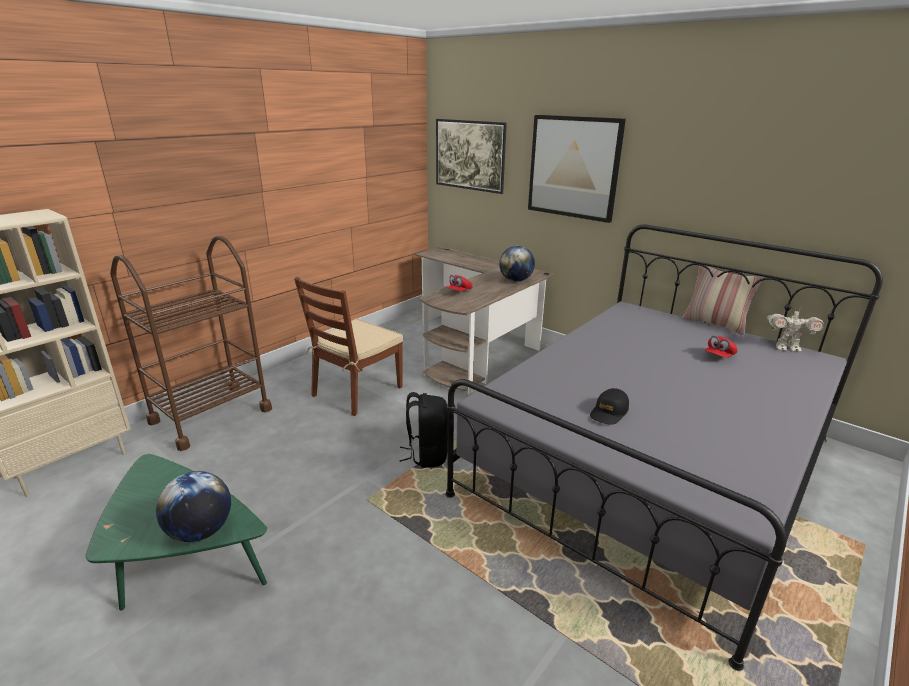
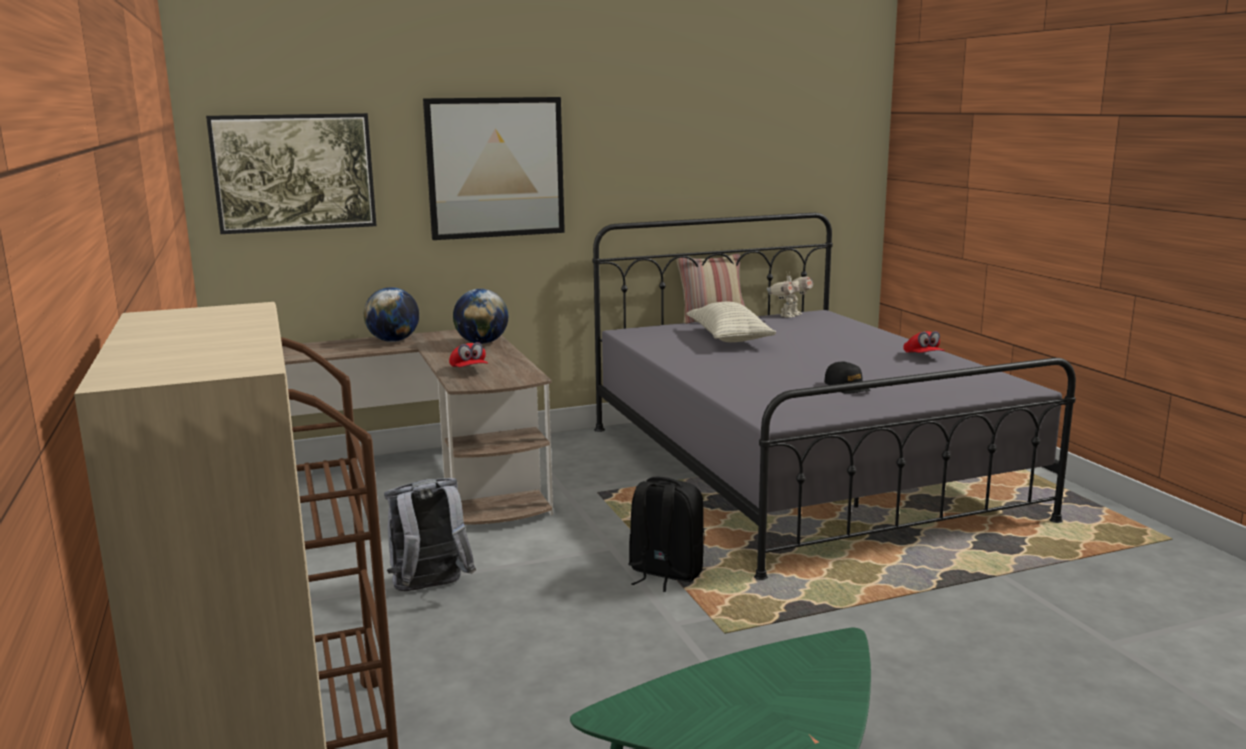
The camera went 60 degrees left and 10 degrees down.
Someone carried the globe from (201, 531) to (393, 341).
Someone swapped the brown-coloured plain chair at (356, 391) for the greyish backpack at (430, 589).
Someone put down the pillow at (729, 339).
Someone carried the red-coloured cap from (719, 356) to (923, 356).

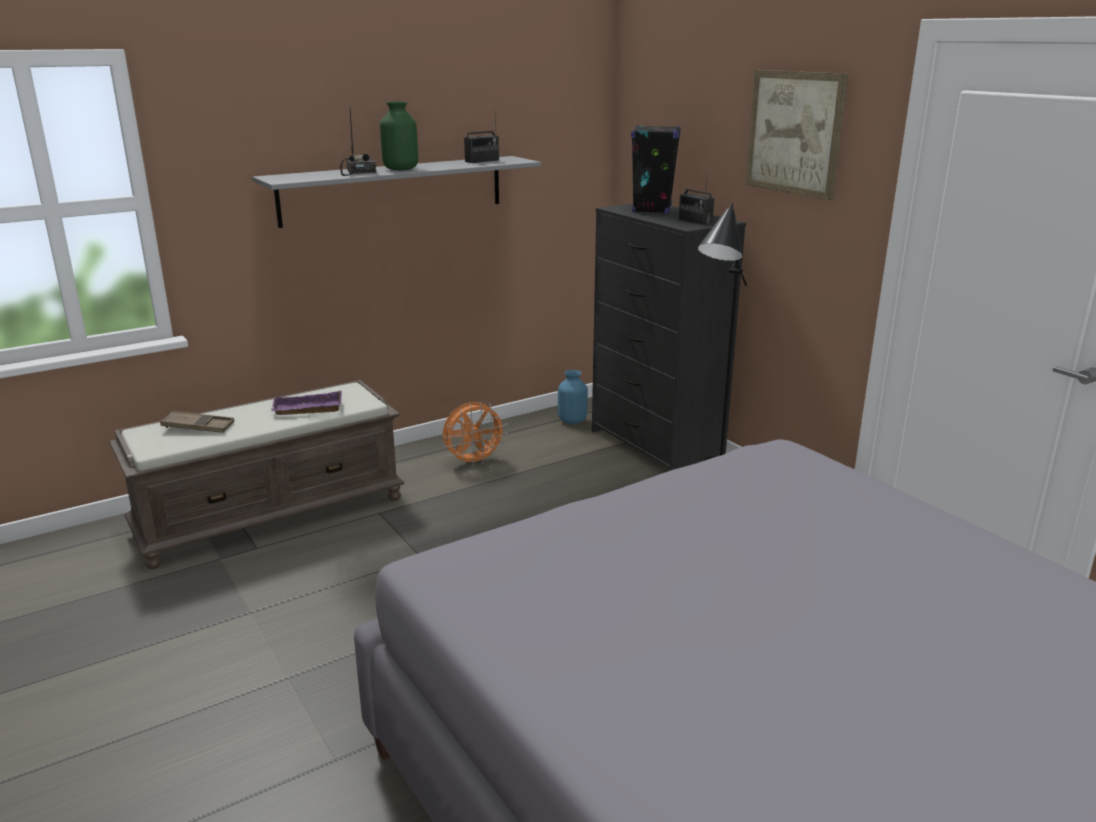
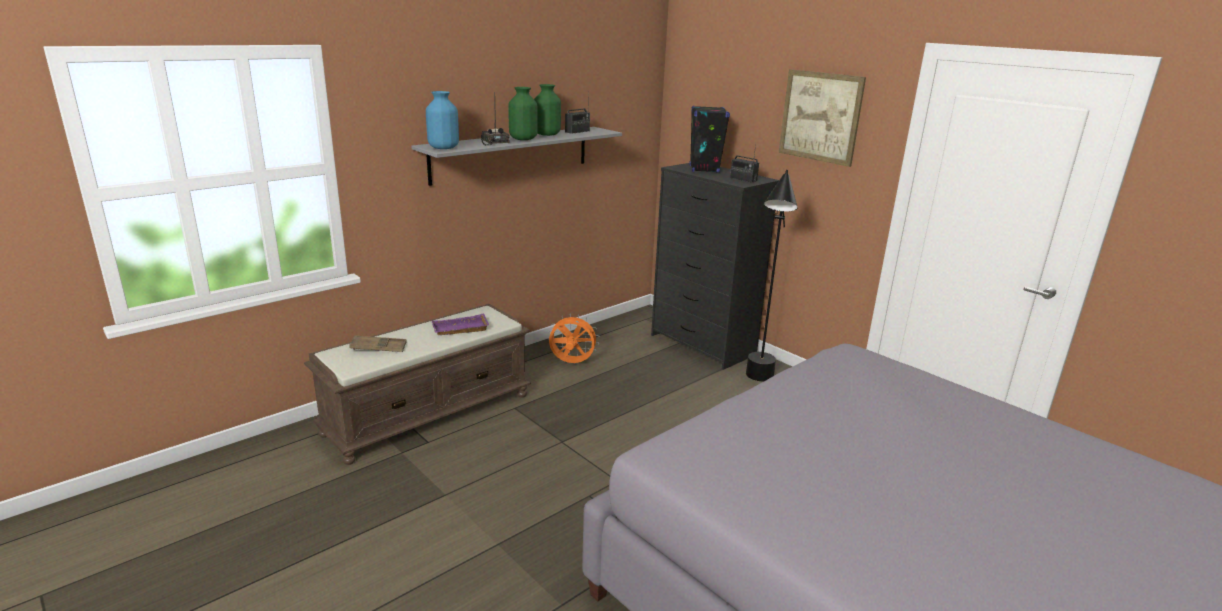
The camera went 10 degrees left and 0 degrees up.
Someone carried the blue decorative vase from (572, 420) to (443, 147).
Someone put down the green decorative vase at (547, 134).
Someone rotated the orangey electric fan at (474, 462) by 135 degrees counterclockwise.

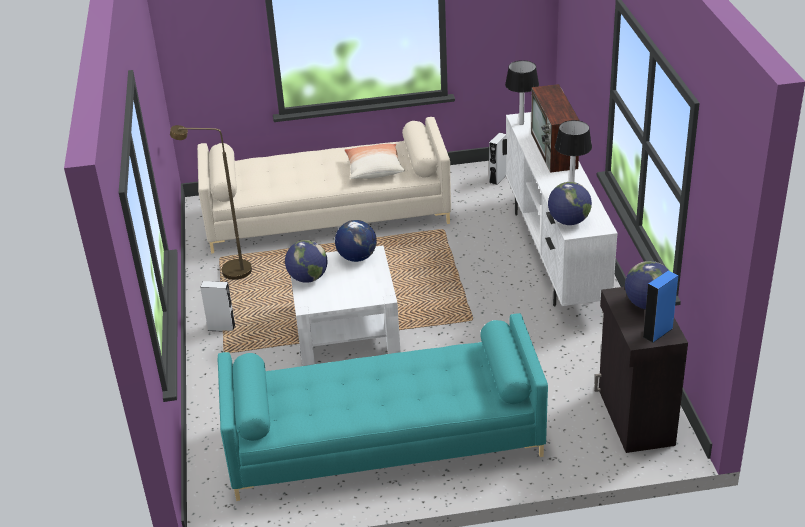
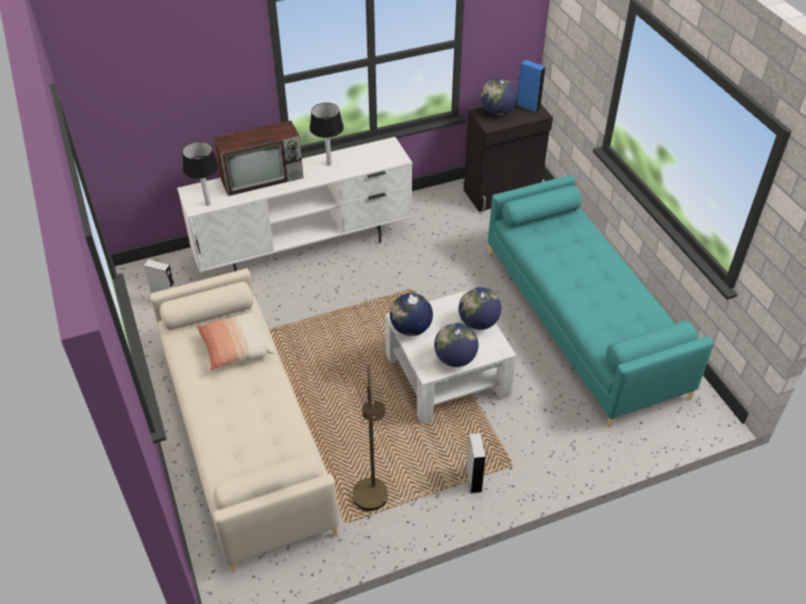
The camera went 105 degrees left and 10 degrees up.
Someone carried the globe from (568, 221) to (478, 323).

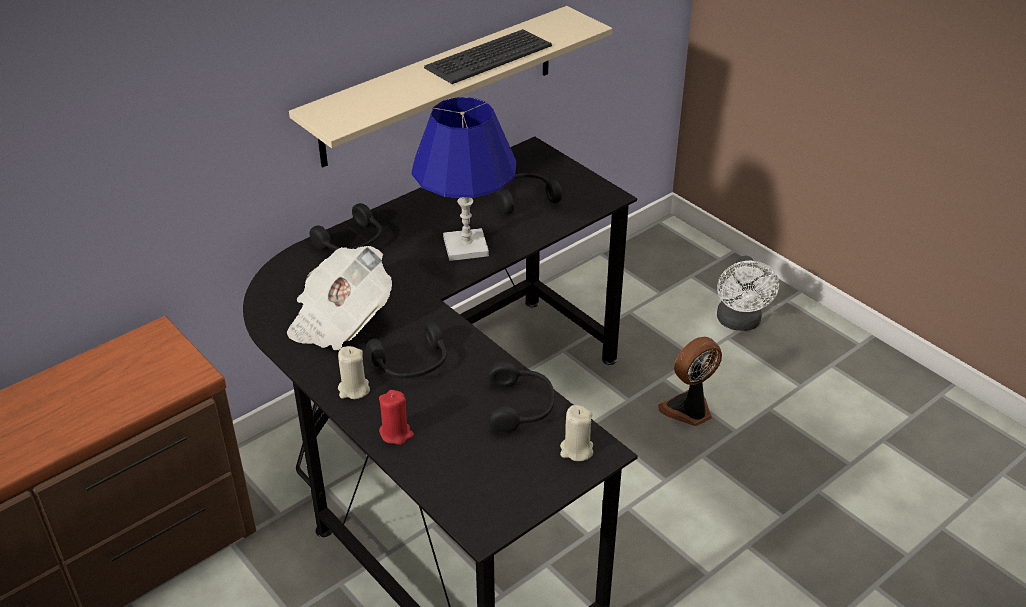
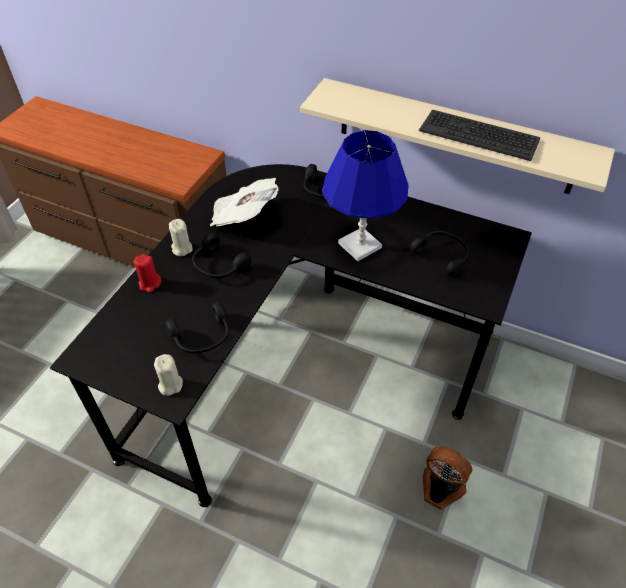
The camera went 65 degrees right and 10 degrees up.
Someone took away the white electric fan at (739, 323).

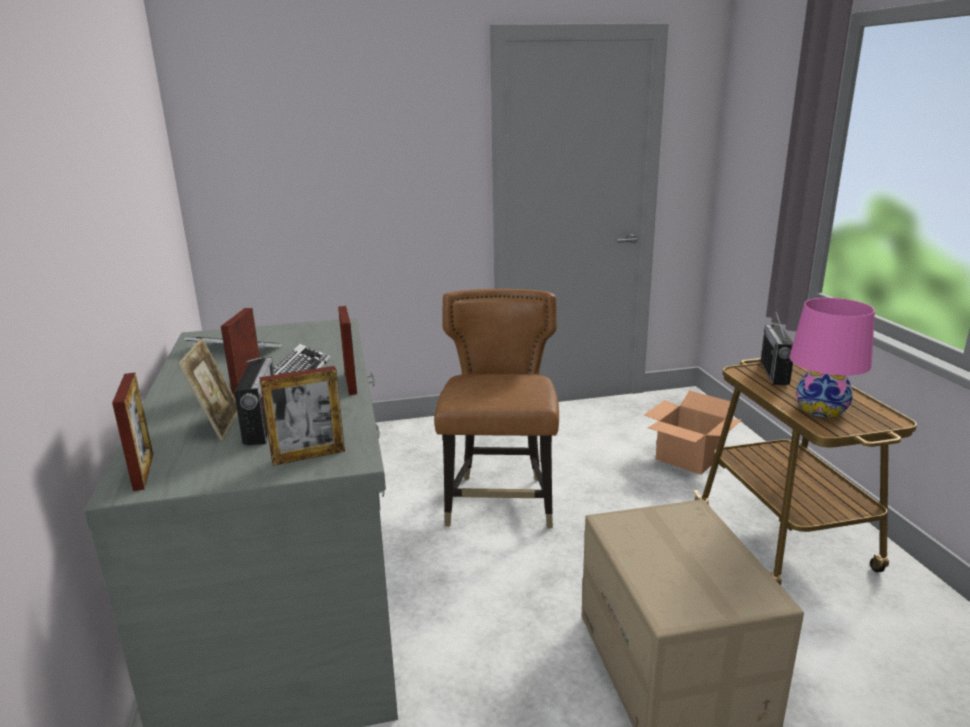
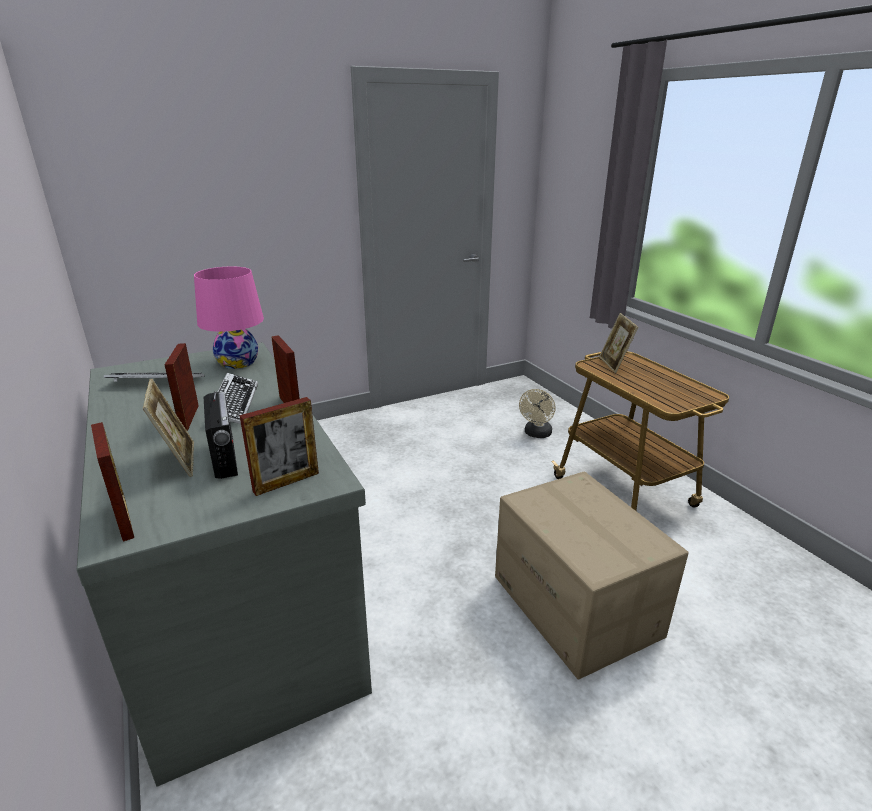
The camera went 15 degrees left and 5 degrees up.
Someone carried the pink lamp for a table from (821, 409) to (238, 362).
Someone swapped the cardboard box at (689, 458) for the beige electric fan at (536, 434).
Someone swapped the radio at (774, 373) for the picture frame at (614, 364).
Someone took away the brown-coloured plain chair at (500, 502).

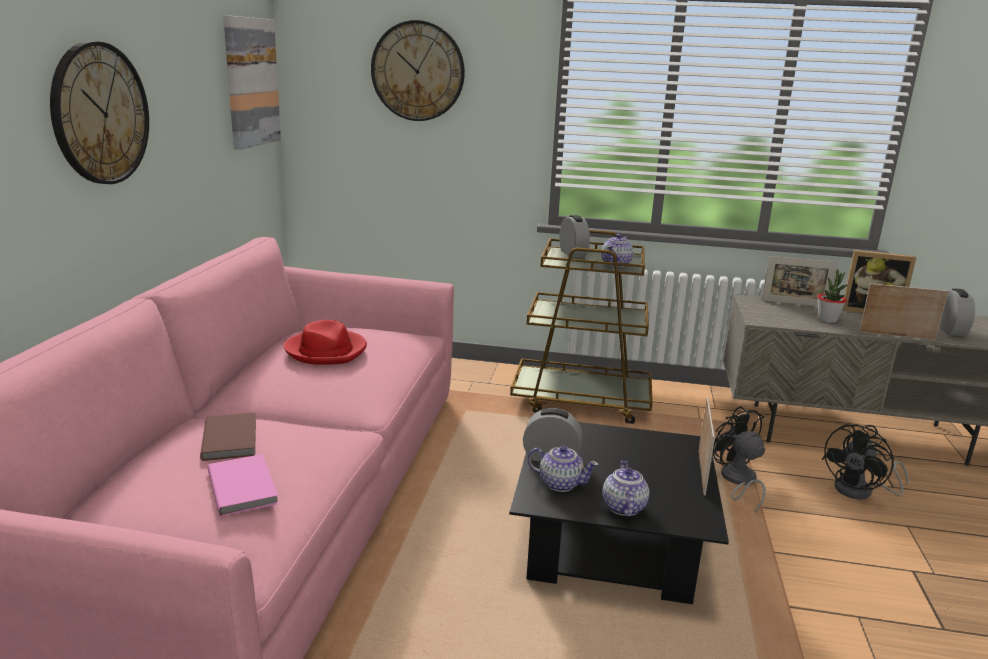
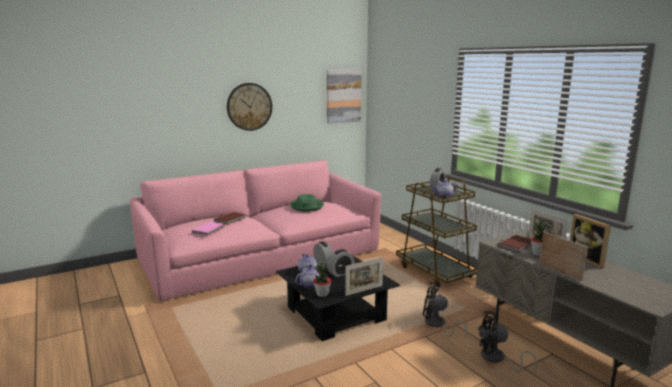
The camera went 50 degrees right and 5 degrees down.
Someone repainted the red-coloured clothing hat at (326, 350), which became the green clothing hat at (307, 207).
Someone put down the houseplant at (322, 294).
Someone carried the bedside clock from (949, 330) to (340, 273).
Someone rotated the blackish electric fan at (737, 482) by 90 degrees counterclockwise.
Someone put down the brown-coloured book at (517, 245).
Someone took away the clock on the wall at (418, 71).

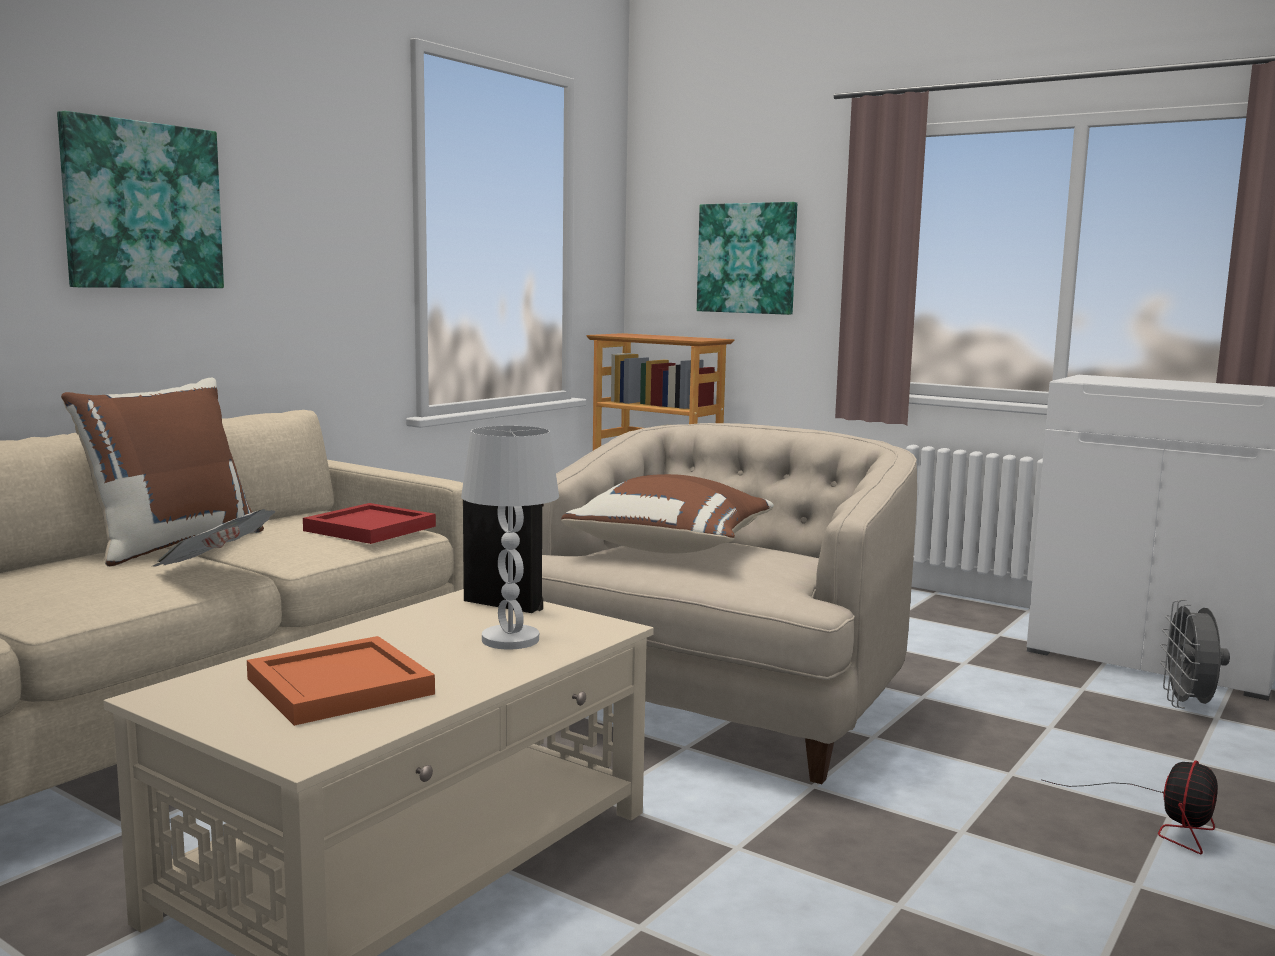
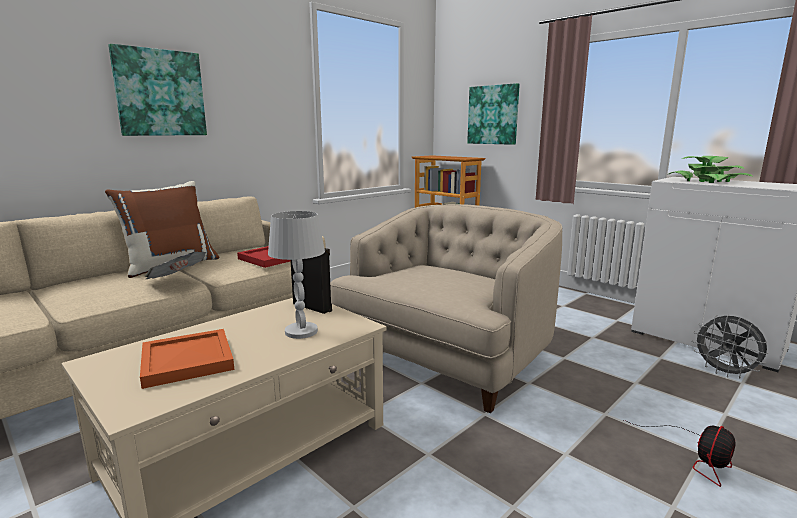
The camera went 10 degrees right and 5 degrees up.
Someone put down the houseplant at (707, 181).
Someone rotated the greyish electric fan at (1188, 705) by 60 degrees counterclockwise.
Someone took away the brown-coloured pillow at (673, 548).

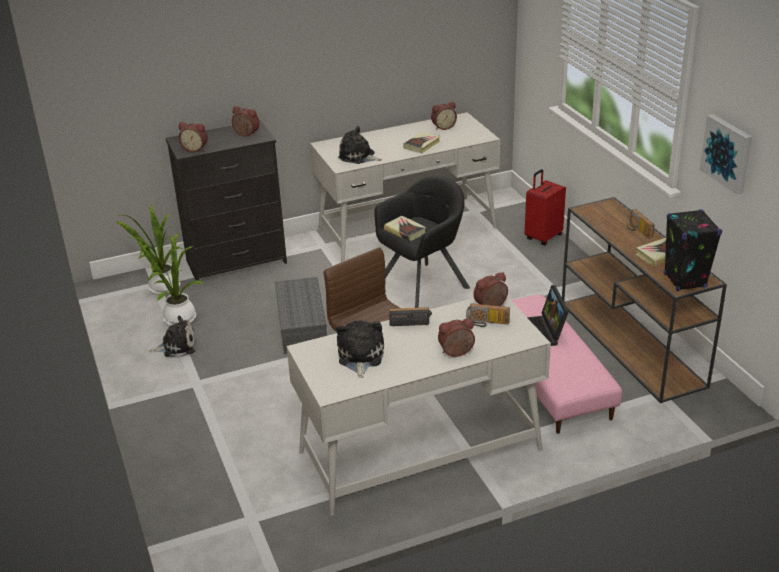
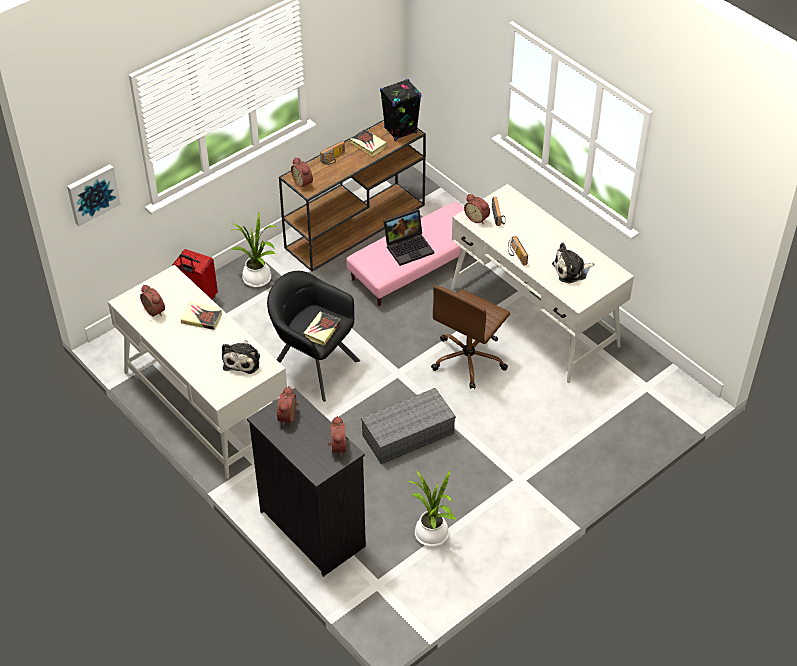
The camera went 110 degrees left and 15 degrees up.
Someone carried the wall picture from (728, 153) to (92, 193).
Someone carried the houseplant from (162, 288) to (258, 279).
Someone carried the bedside clock from (457, 353) to (303, 182).
Someone took away the soft toy at (177, 346).

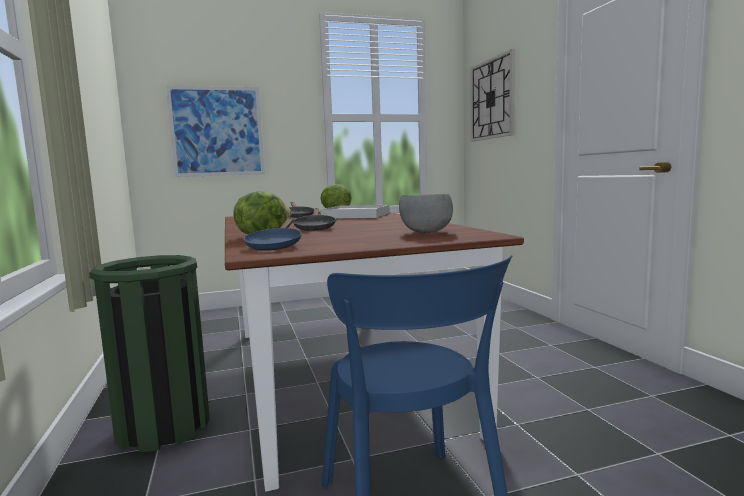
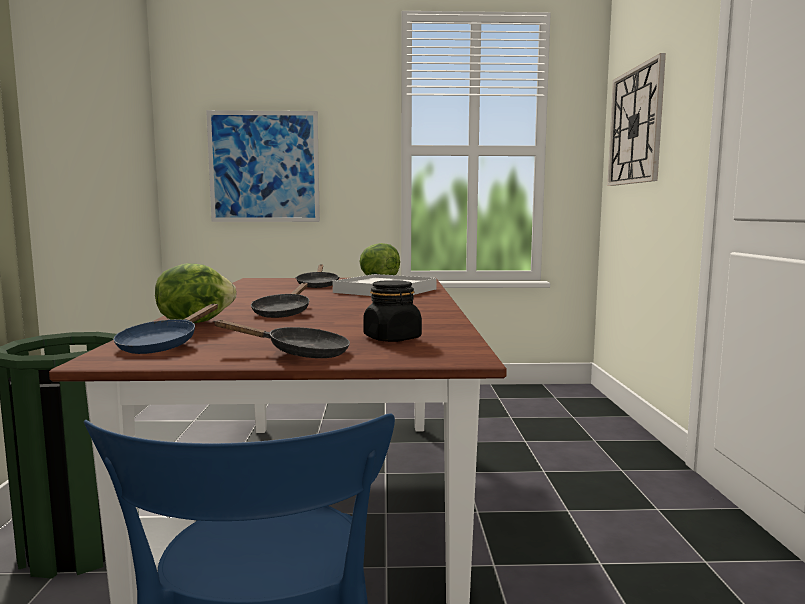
The camera went 15 degrees right and 0 degrees up.
Someone put down the blackish skillet at (300, 353).
Someone swapped the greyish serving bowl at (425, 232) for the blackish jar at (392, 338).

